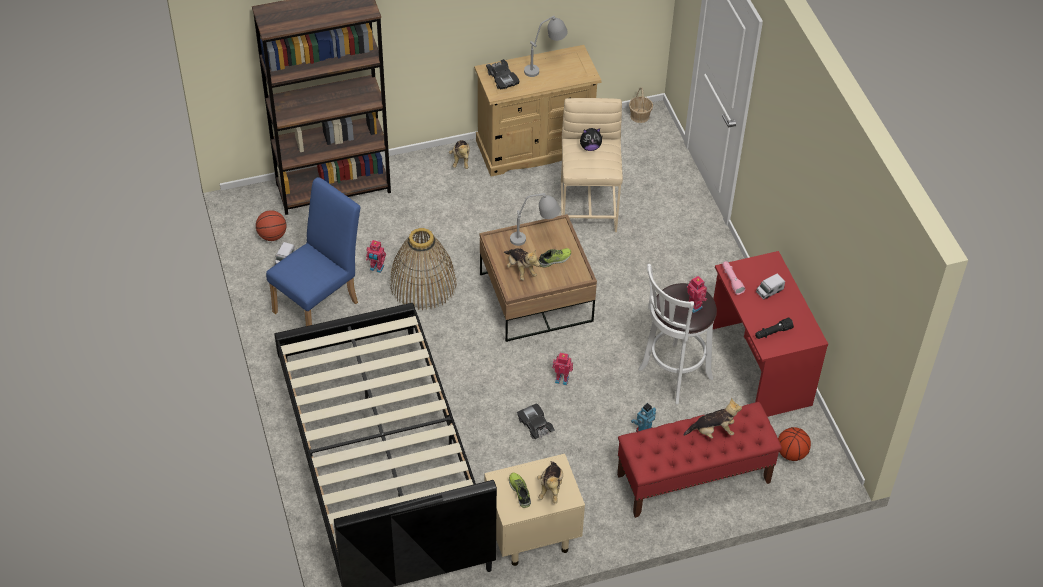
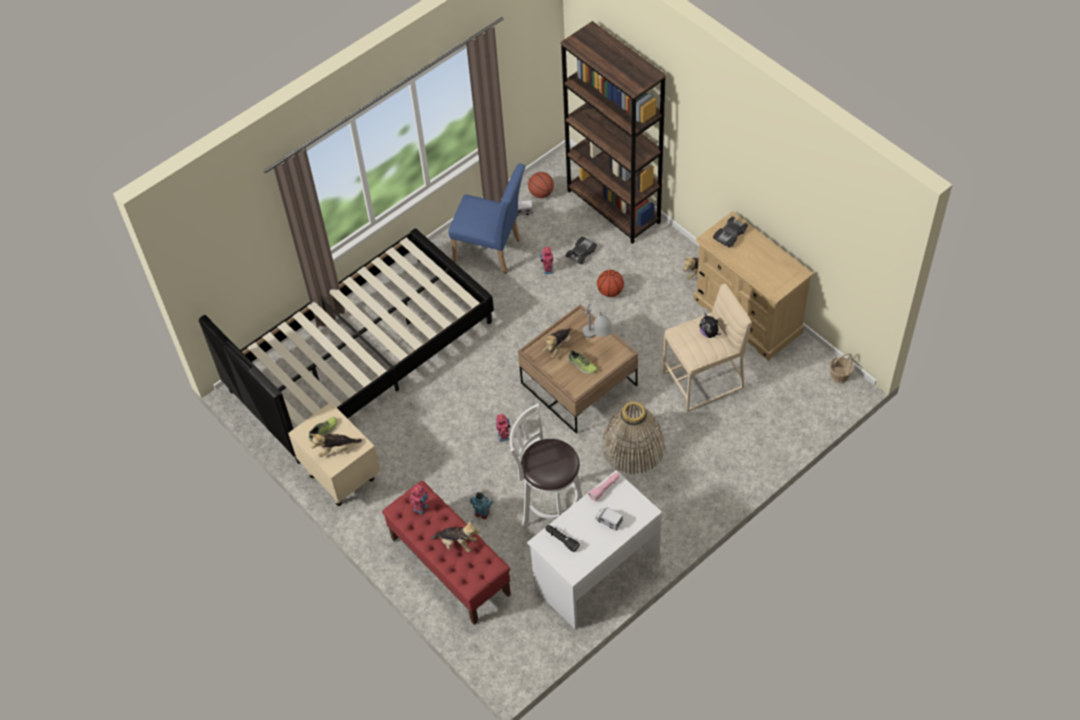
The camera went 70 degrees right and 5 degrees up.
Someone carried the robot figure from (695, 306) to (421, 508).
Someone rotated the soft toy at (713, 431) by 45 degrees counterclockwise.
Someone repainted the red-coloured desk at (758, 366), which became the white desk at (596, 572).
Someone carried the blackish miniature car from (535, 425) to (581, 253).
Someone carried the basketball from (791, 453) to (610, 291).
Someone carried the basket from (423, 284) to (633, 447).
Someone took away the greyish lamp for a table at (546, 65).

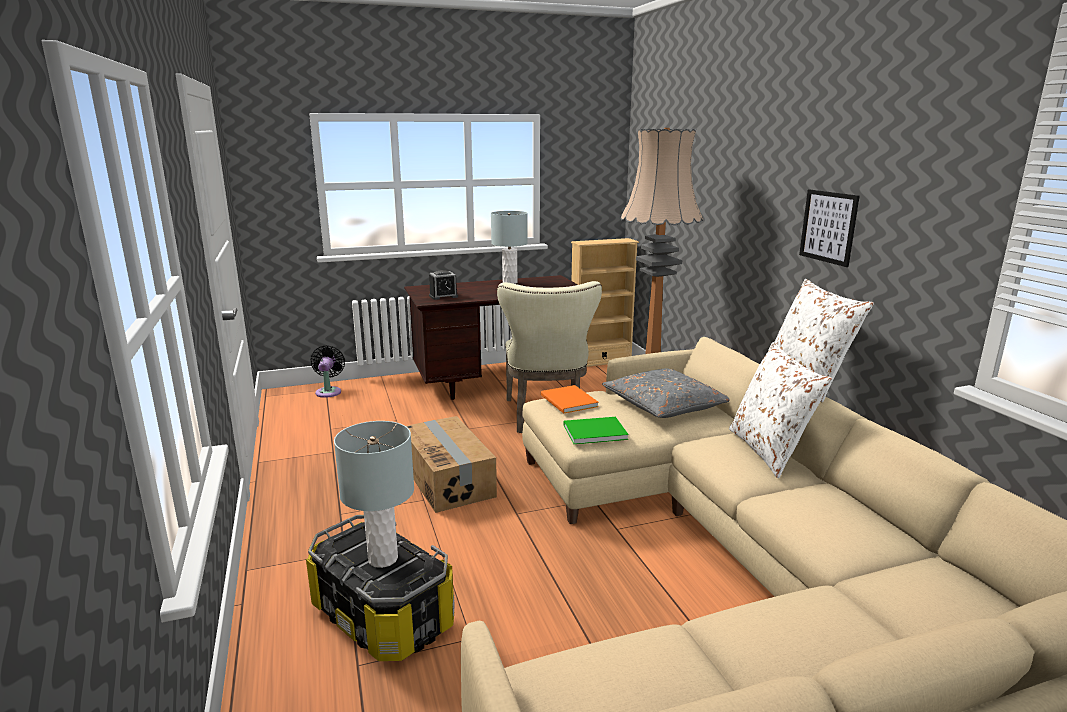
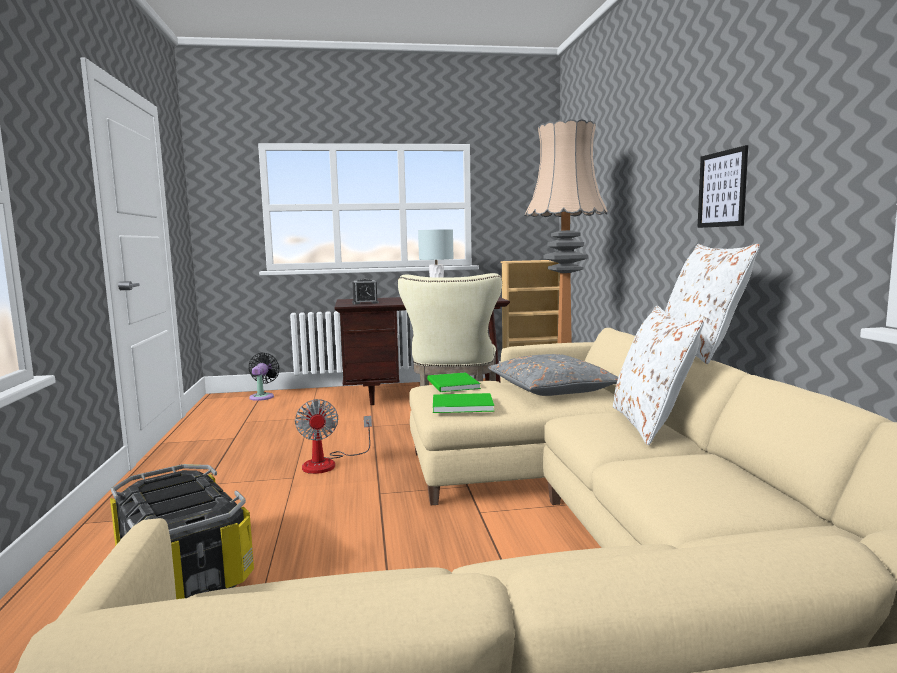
The camera went 10 degrees right and 10 degrees down.
Someone swapped the cardboard box at (448, 479) for the electric fan at (328, 463).
Someone repainted the orangey book at (568, 402), which became the green book at (452, 385).
Someone took away the greyish lamp for a table at (383, 559).

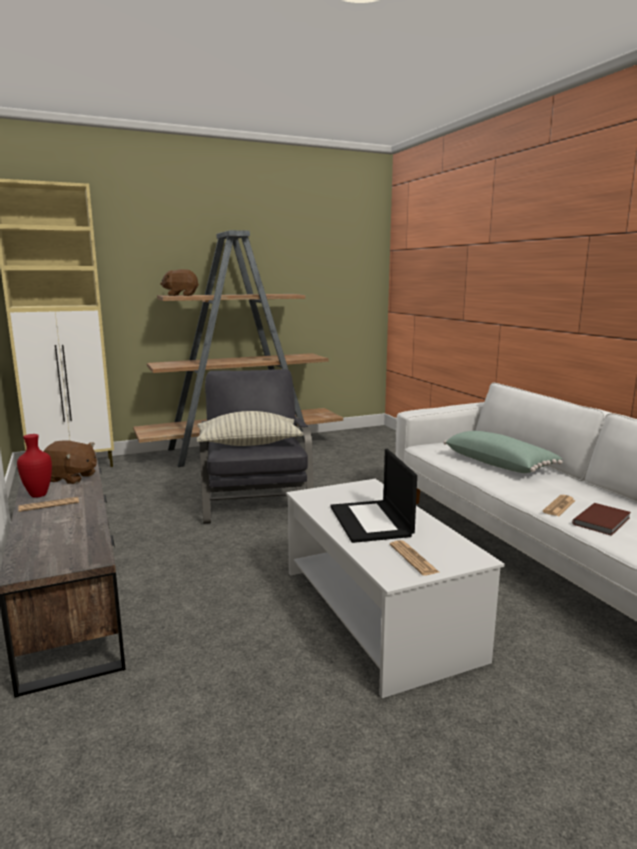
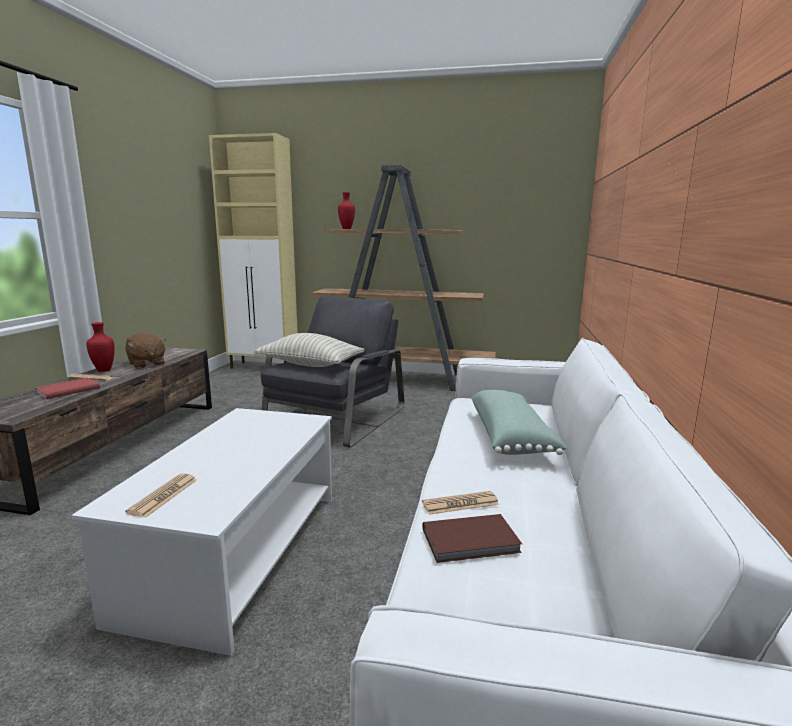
The camera went 35 degrees right and 0 degrees up.
Someone put down the red-coloured book at (67, 390).
Someone swapped the brown-coloured soft toy at (181, 295) for the red-coloured decorative vase at (346, 228).
Someone took away the laptop at (371, 521).

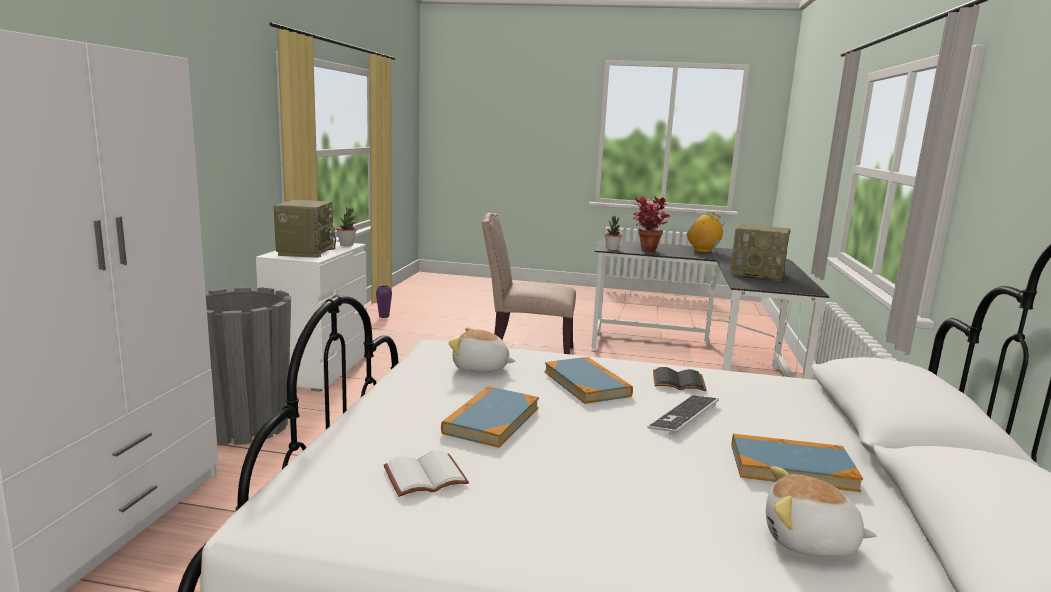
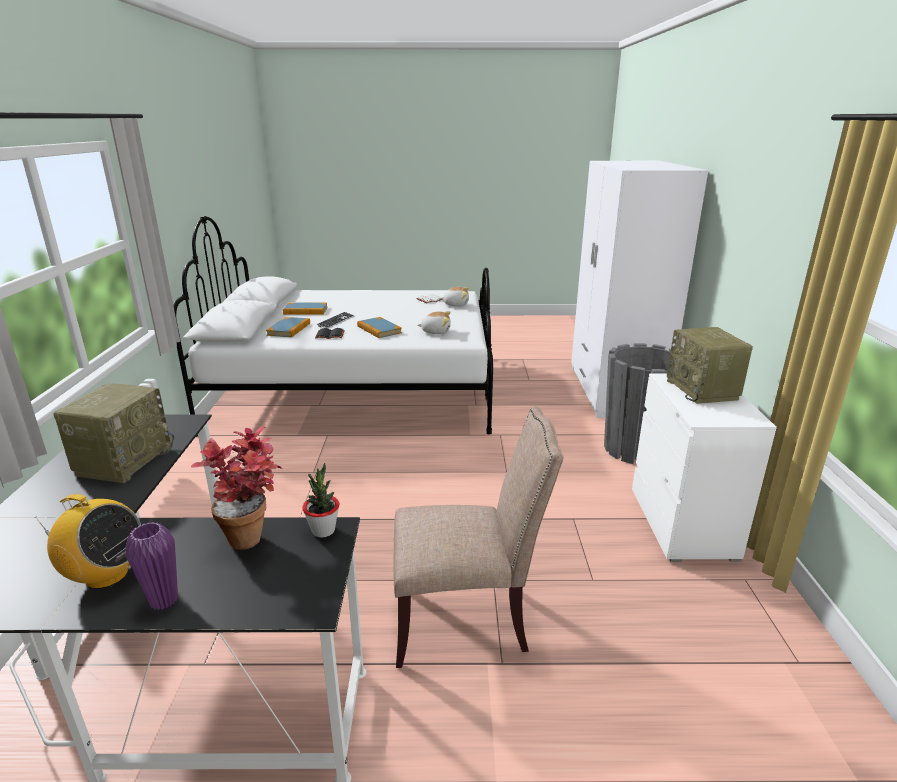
The camera went 170 degrees right and 10 degrees up.
Someone rotated the radio at (758, 274) by 90 degrees clockwise.
Someone carried the purple decorative vase from (384, 316) to (164, 600).
Someone carried the book from (491, 420) to (289, 329).
Someone carried the soft toy from (809, 541) to (456, 304).
Someone took away the houseplant at (346, 245).

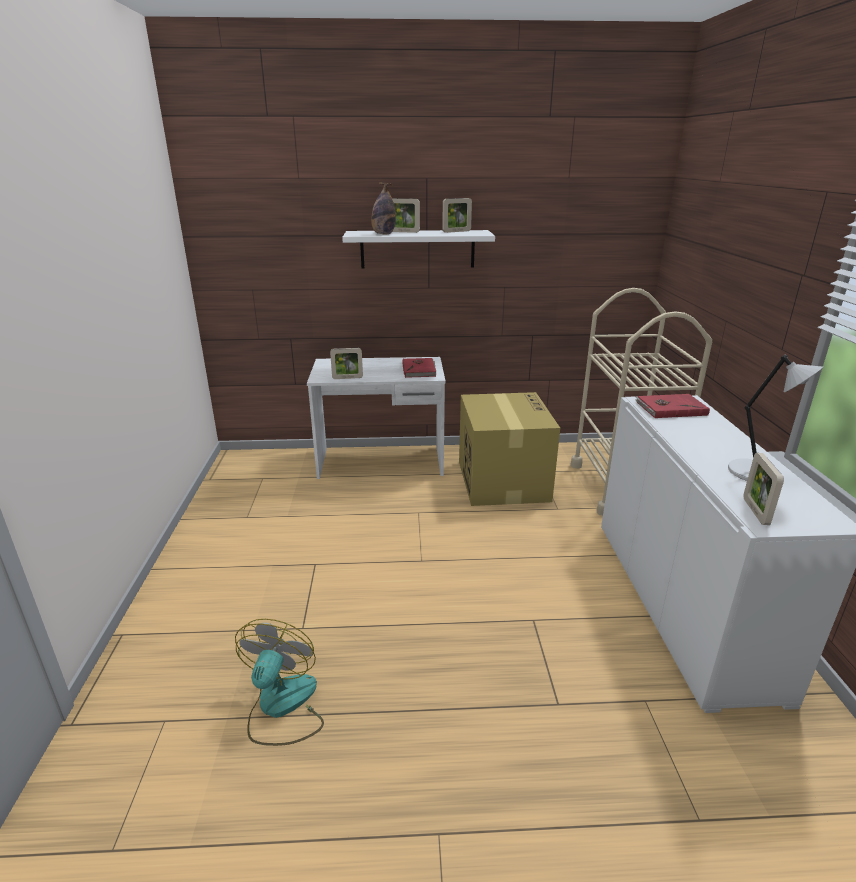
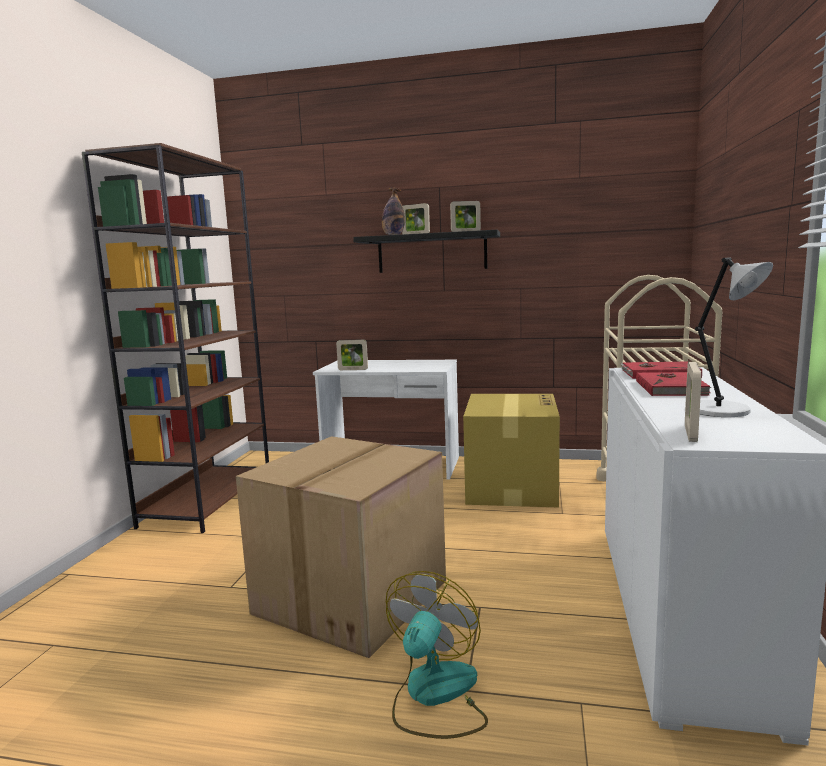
The camera went 15 degrees right and 15 degrees down.
Someone put down the brown-coloured bookcase at (208, 501).
Someone put down the cardboard box at (352, 598).
Someone repainted the white bracket shelf at (417, 249), which became the blackish bracket shelf at (432, 253).
Someone carried the electric fan from (282, 707) to (434, 695).
Someone carried the red-coloured book from (419, 369) to (671, 388).

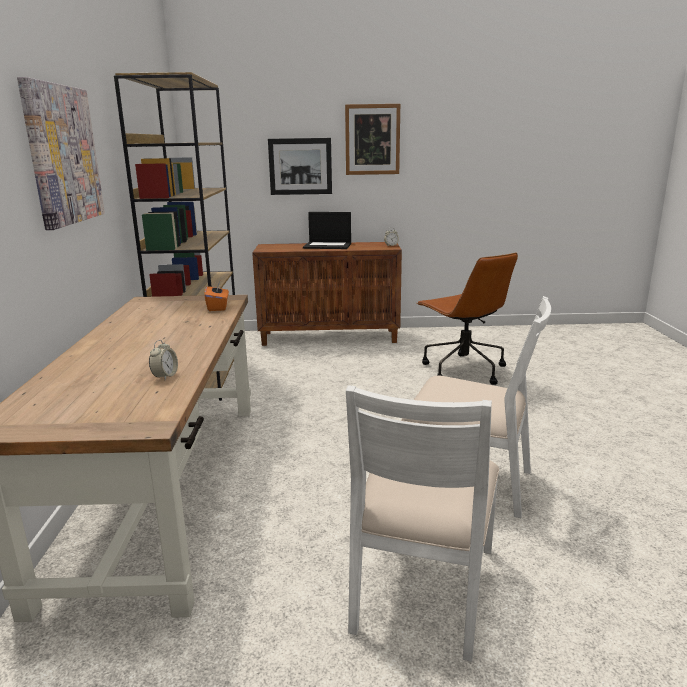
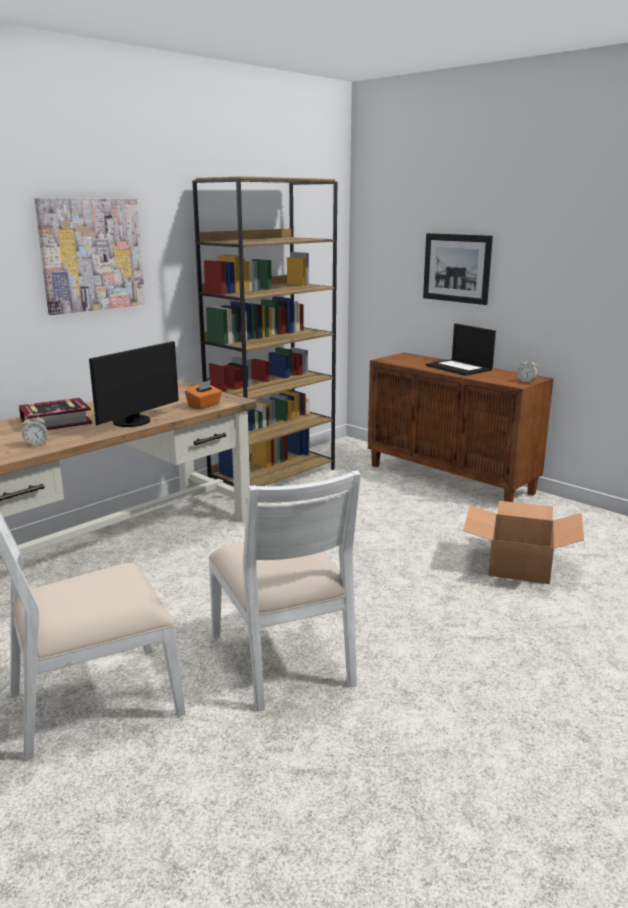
The camera went 45 degrees right and 0 degrees up.
Someone put down the book at (56, 422).
Someone put down the computer display at (135, 422).
Someone swapped the brown-coloured office chair at (462, 370) for the cardboard box at (518, 564).
Someone took away the wall picture at (372, 139).

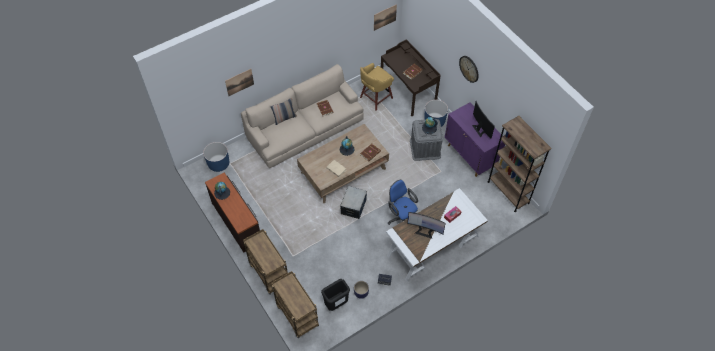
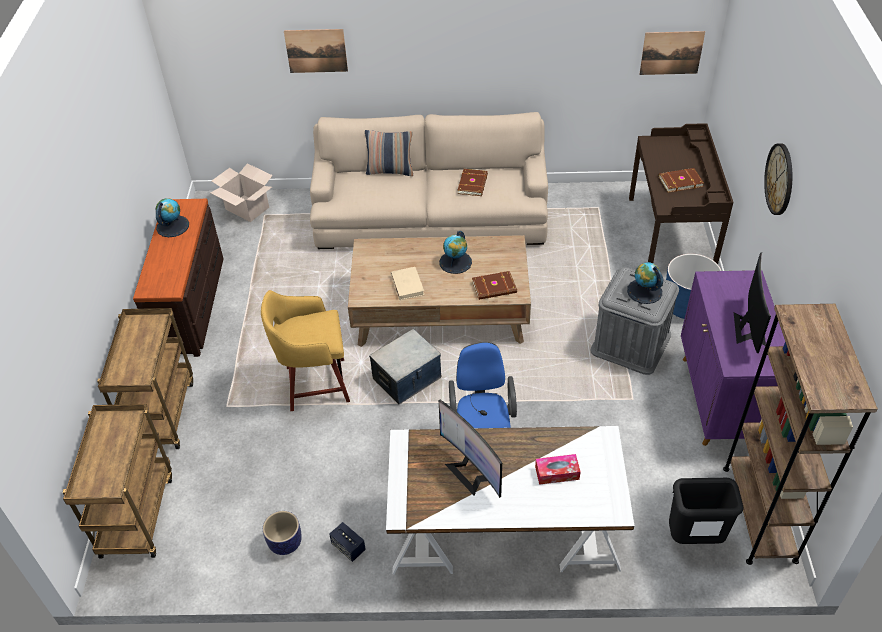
The camera went 35 degrees right and 10 degrees down.
Someone swapped the blue planter at (218, 164) for the cardboard box at (247, 208).
Someone carried the yellow-coloured sitting stool from (375, 98) to (314, 384).
Someone carried the blackish waste bin from (336, 304) to (694, 539).

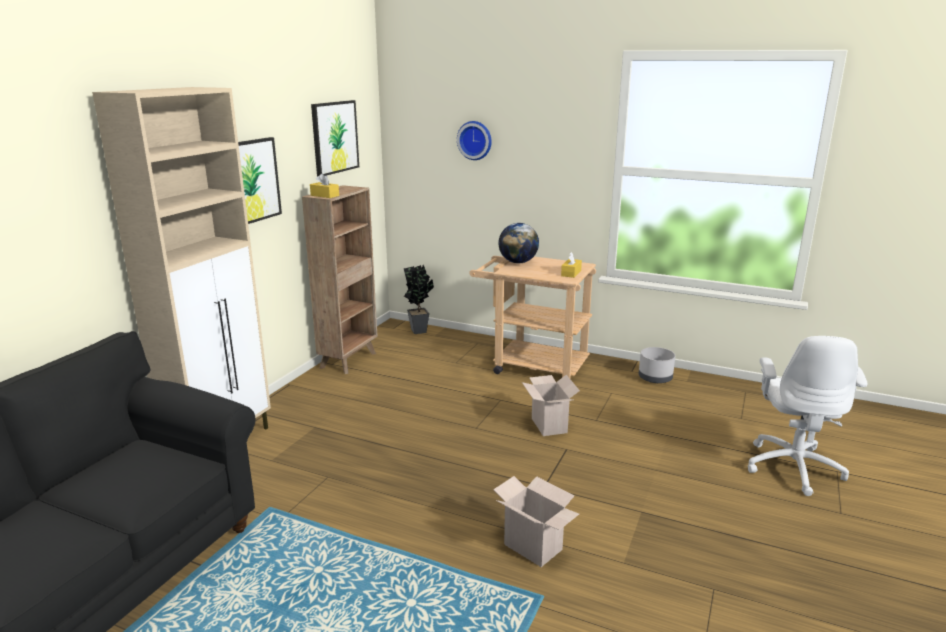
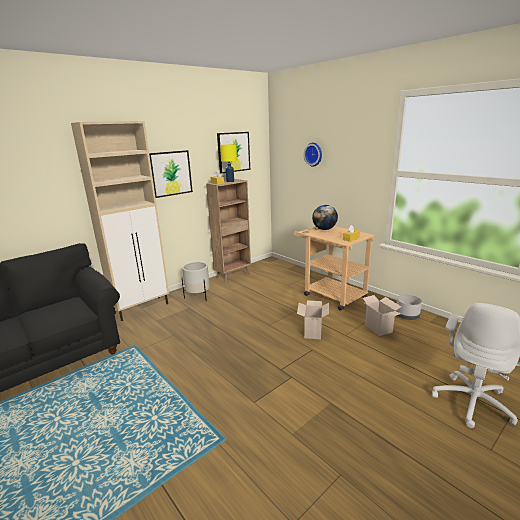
The camera went 25 degrees right and 0 degrees up.
Someone put down the white planter at (198, 296).
Someone put down the yellow-coloured lamp for a table at (230, 181).
Someone carried the cardboard box from (535, 547) to (379, 328).
Someone took away the houseplant at (419, 330).

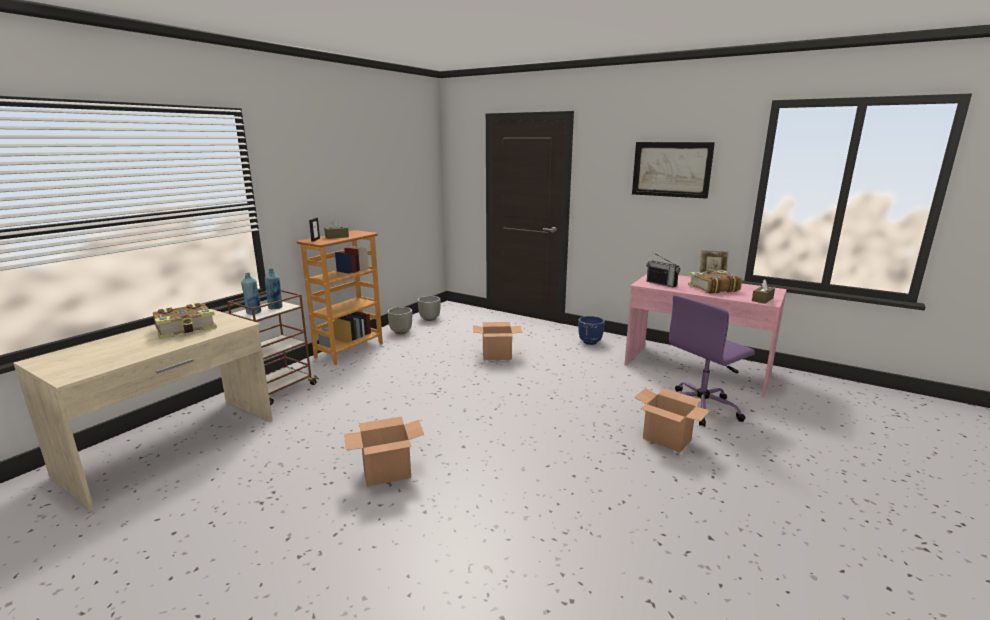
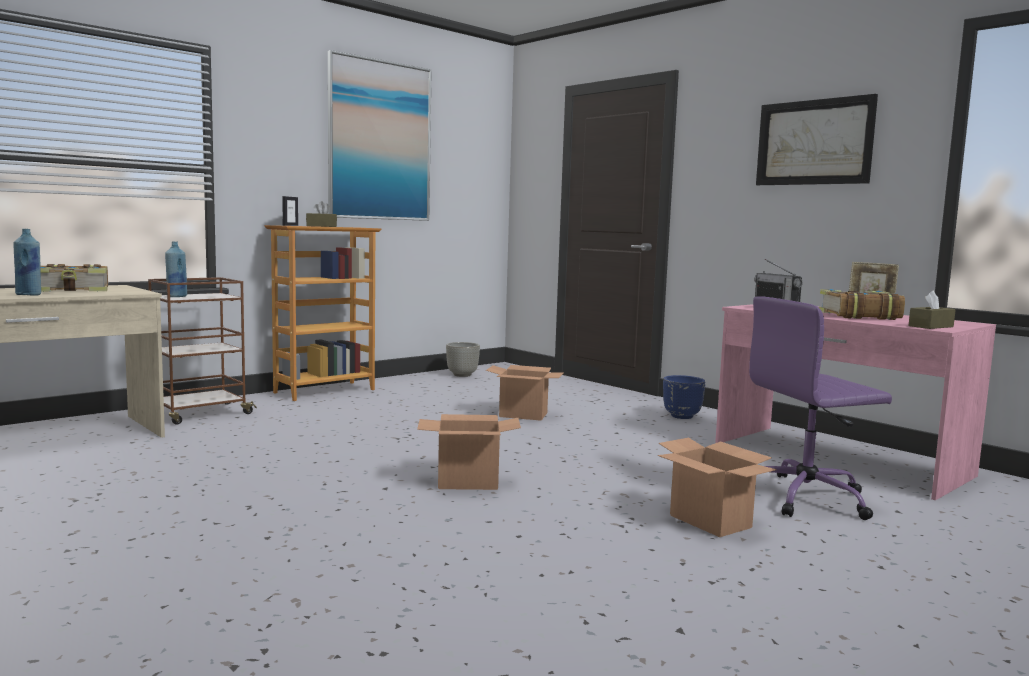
The camera went 15 degrees right and 10 degrees down.
Someone carried the blue drink bottle from (276, 308) to (29, 295).
Someone put up the wall picture at (380, 141).
Someone carried the cardboard box from (386, 473) to (467, 482).
Someone took away the greyish planter at (401, 332).

